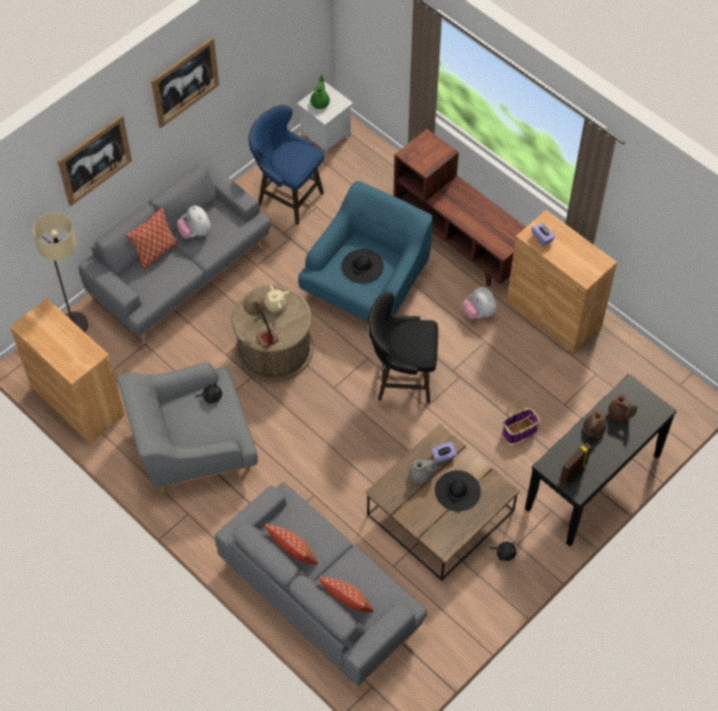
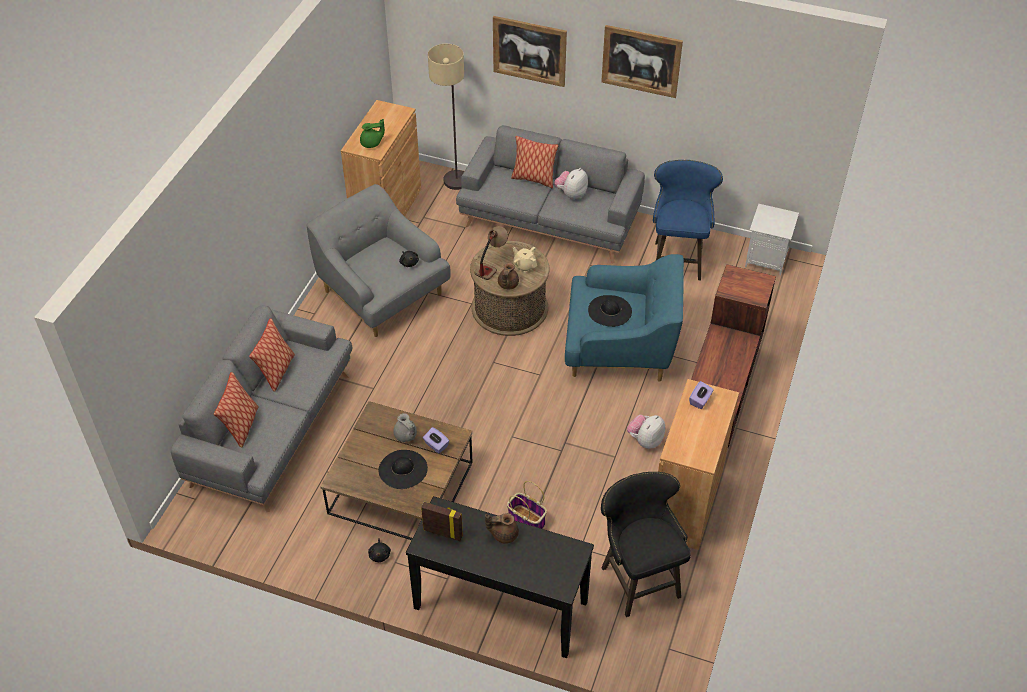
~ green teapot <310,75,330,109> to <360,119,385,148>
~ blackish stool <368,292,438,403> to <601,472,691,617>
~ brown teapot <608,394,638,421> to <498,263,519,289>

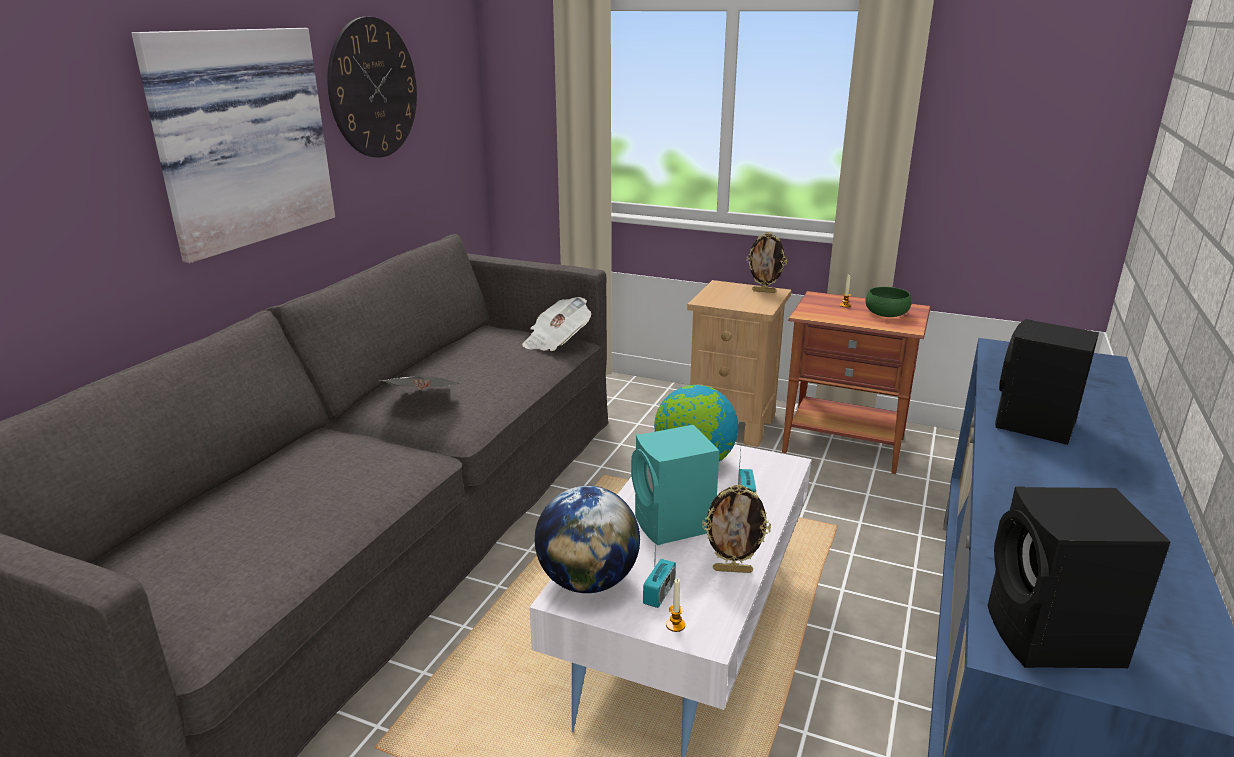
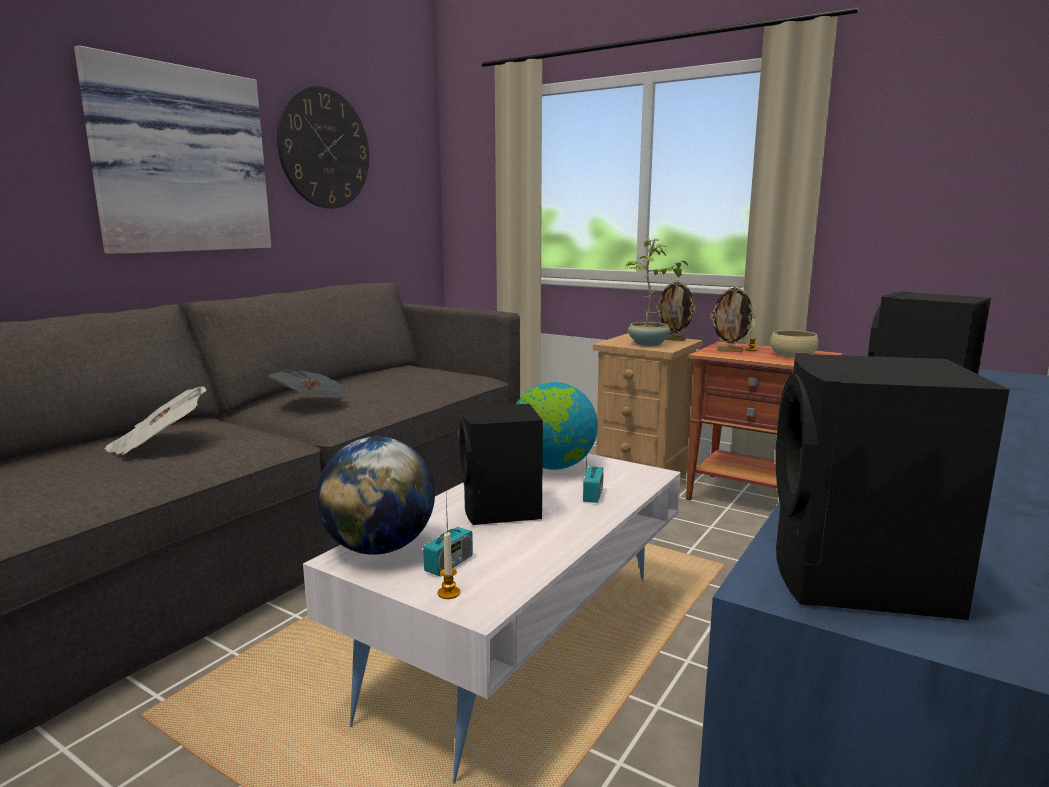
+ plant in a pot <625,238,689,346>
~ daily paper <522,297,591,351> to <105,387,207,455>
~ photo frame <702,484,771,573> to <710,286,756,352>
~ turquoise loudspeaker <631,425,720,545> to blackish loudspeaker <459,404,543,525>
~ green deep dish <866,287,912,317> to sand-coloured deep dish <770,330,819,358>

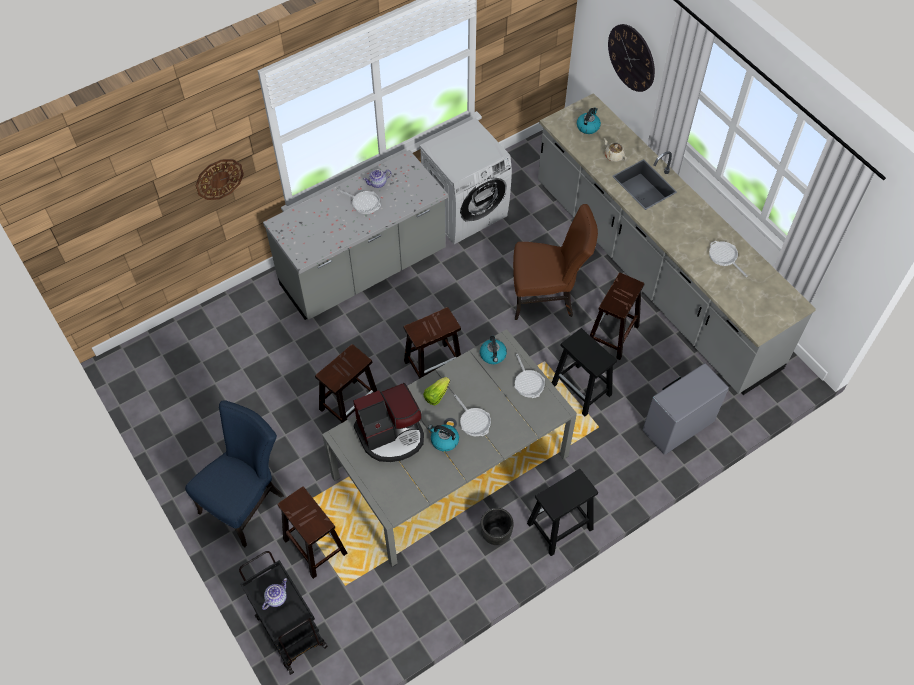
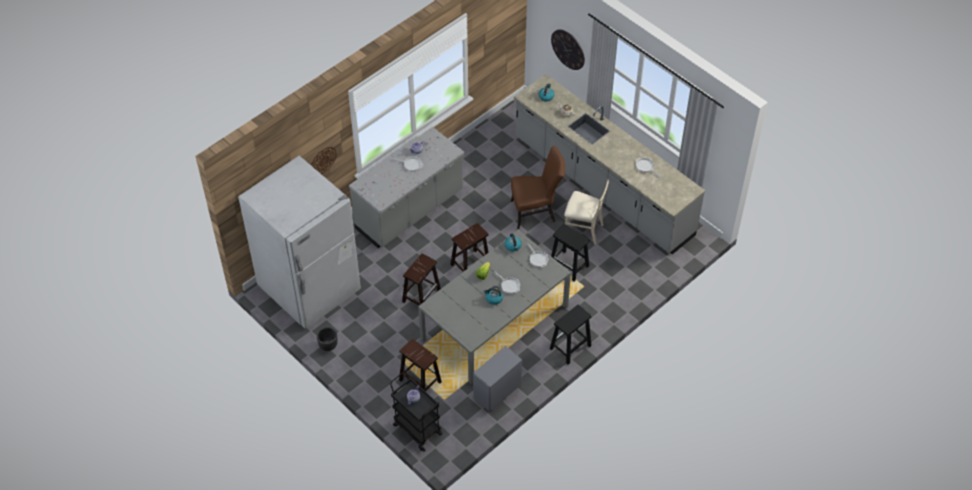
- bluish upright chair <185,400,284,547>
- coffee brewer <353,383,424,462>
- white-coloured laundry appliance <420,118,512,244>
+ white-coloured refrigerator <238,155,361,329>
~ blackish flower pot <481,508,514,545> to <317,327,338,351>
~ gray night table <643,363,729,455> to <473,346,522,412>
~ brown stool <590,273,645,360> to sand-coloured upright chair <564,179,609,245>

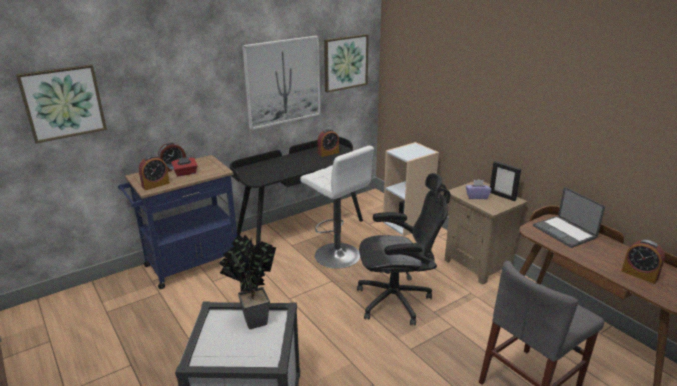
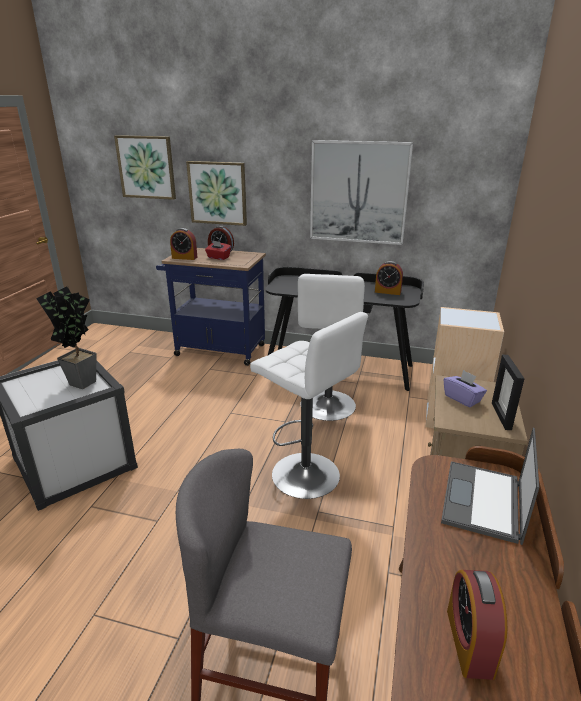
~ wall art <324,34,369,93> to <186,161,247,226>
~ office chair <357,173,450,325> to white-coloured stool <250,312,368,499>

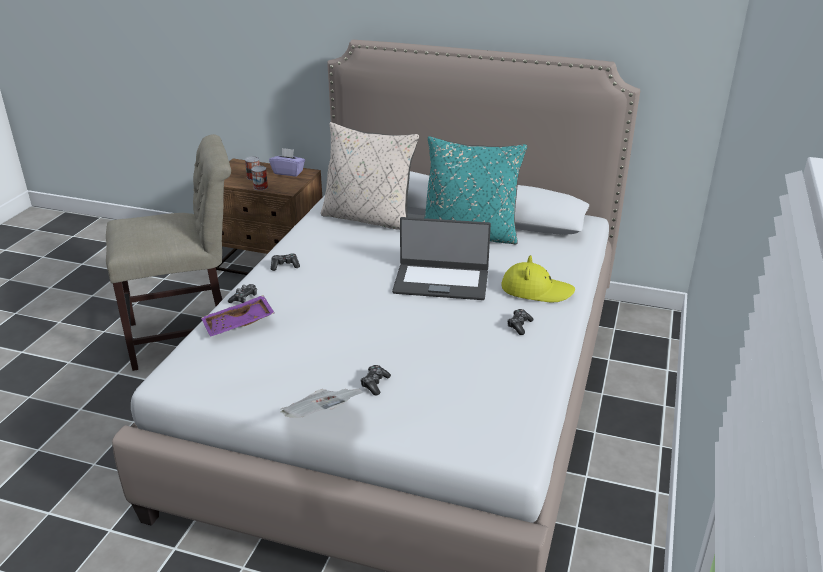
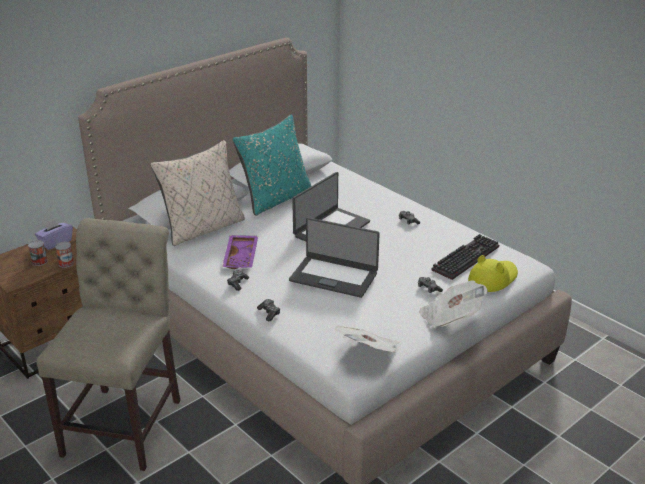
+ notebook computer <289,217,380,298>
+ daily paper <335,326,399,353>
+ computer keyboard <432,234,499,280>
~ purplish serving tray <201,295,274,337> to <222,235,258,269>
~ yellow wearable hat <501,255,575,302> to <468,255,518,292>

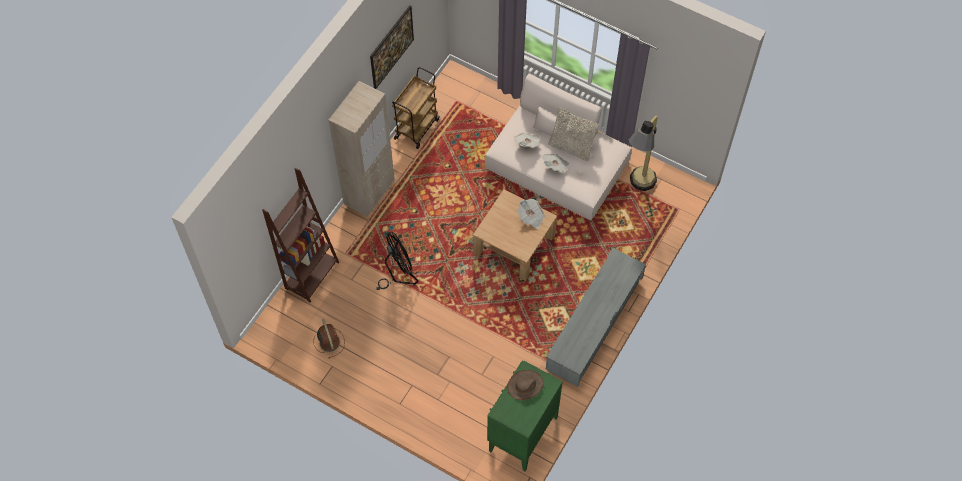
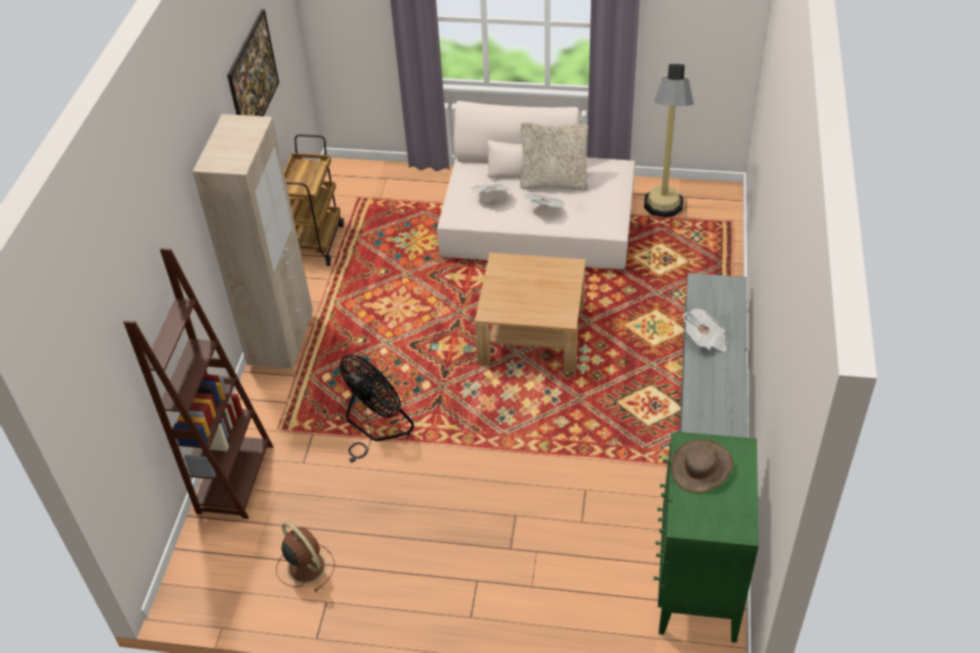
~ daily paper <517,199,545,229> to <683,309,726,352>

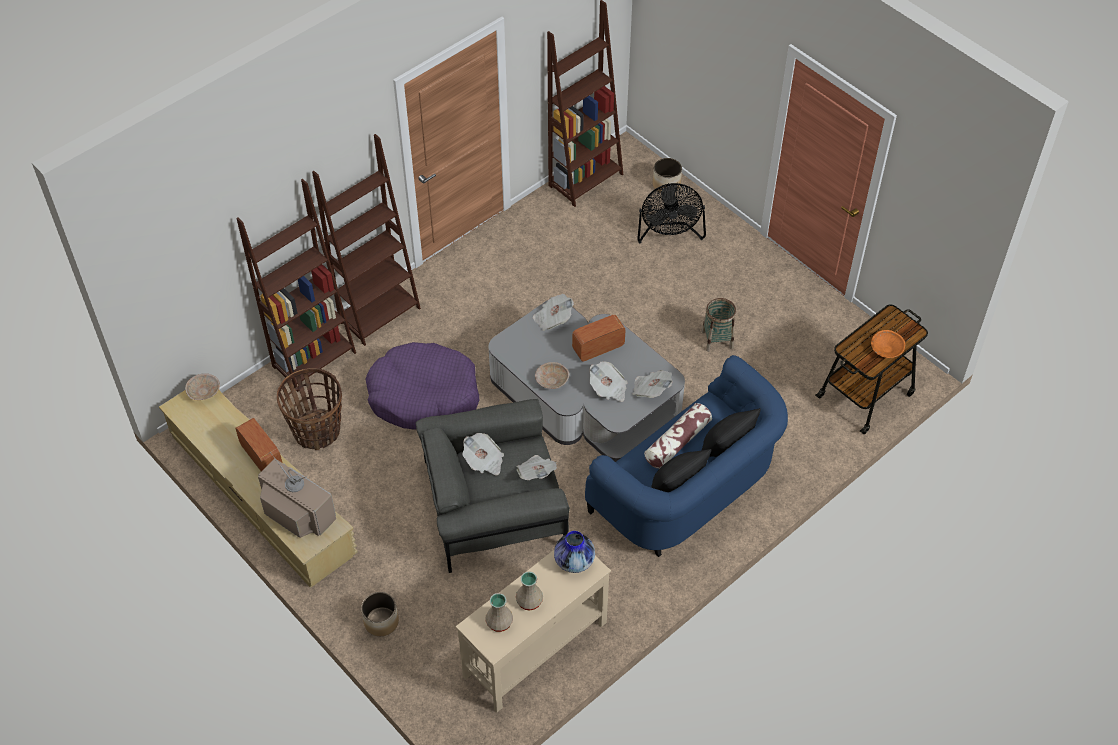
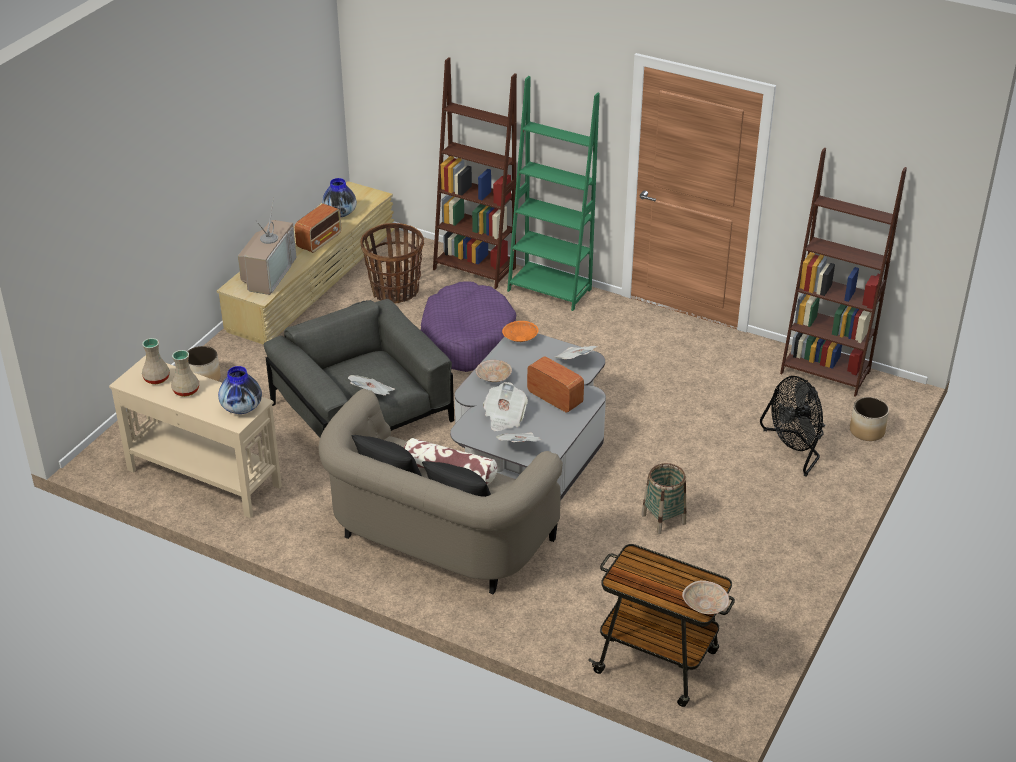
- daily paper <462,433,504,476>
+ flower vase <322,178,357,217>
~ sand-coloured deep dish <185,374,220,400> to <682,580,729,614>
~ orange-coloured deep dish <871,330,905,358> to <502,321,539,342>
~ brown bookshelf <312,134,421,346> to green bookshelf <507,76,600,311>
~ bluish settee <585,355,788,557> to sand-coloured settee <319,389,563,594>

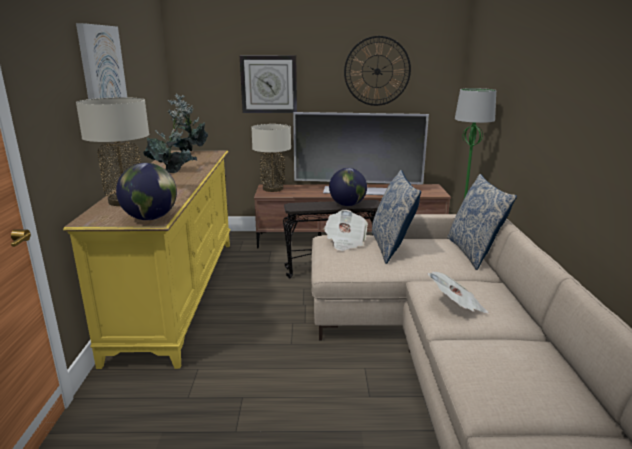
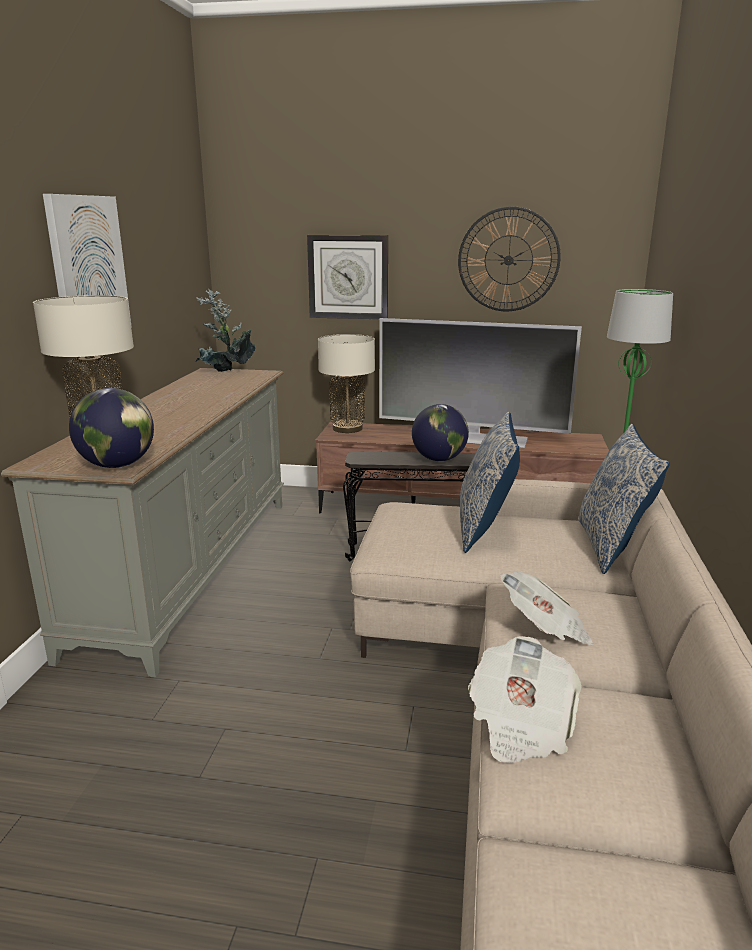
- plant in a pot <144,101,197,173>
~ daily paper <324,210,368,251> to <468,636,582,763>
~ yellow storage cabinet <63,150,231,369> to gray storage cabinet <1,368,284,677>

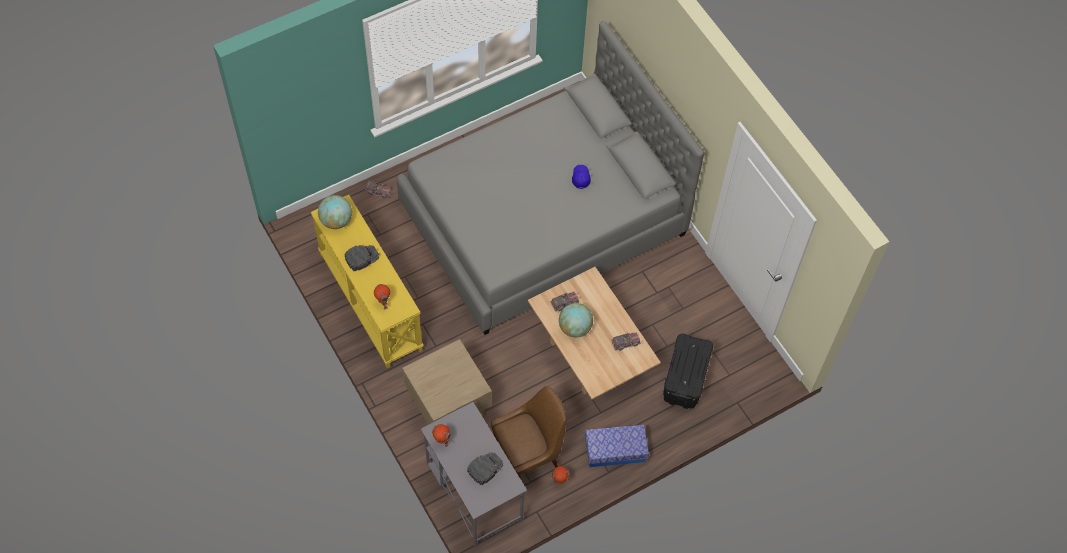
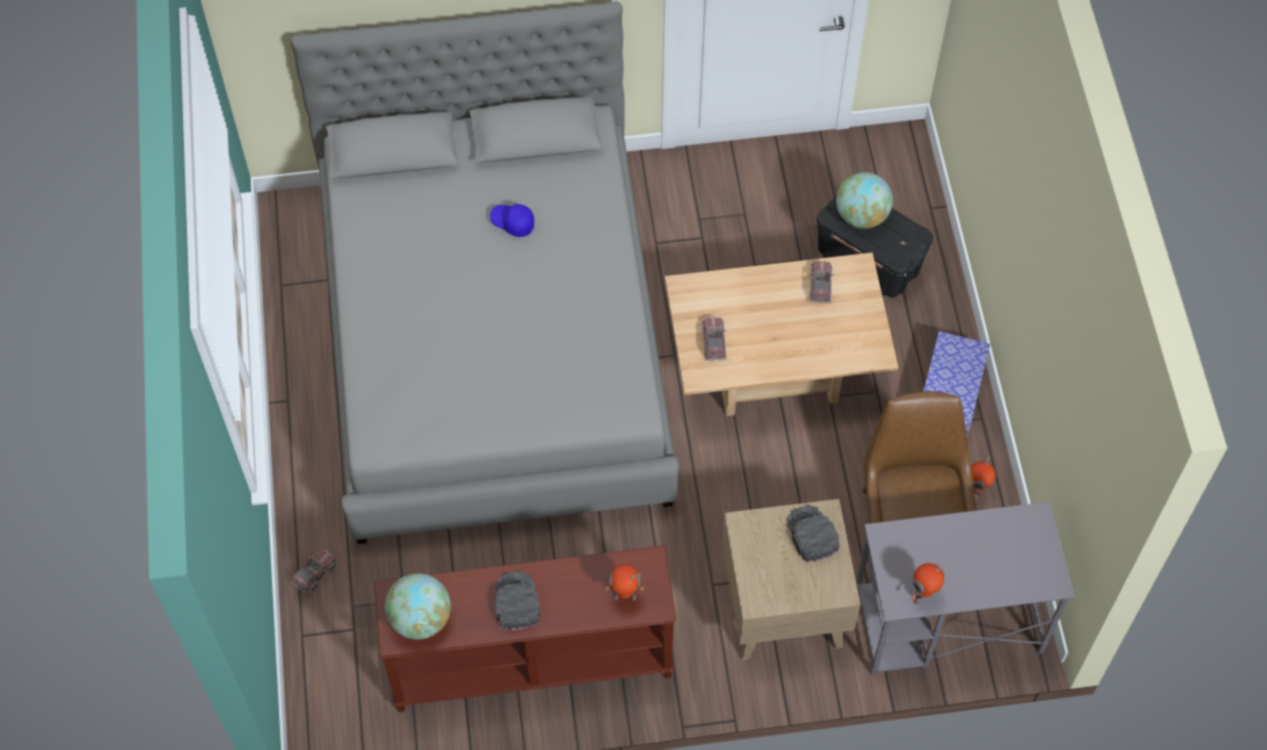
~ blackish peaked cap <467,452,503,485> to <787,505,839,562>
~ world globe <559,303,593,337> to <836,172,893,229>
~ yellow console table <311,195,423,368> to brown console table <374,546,676,712>

